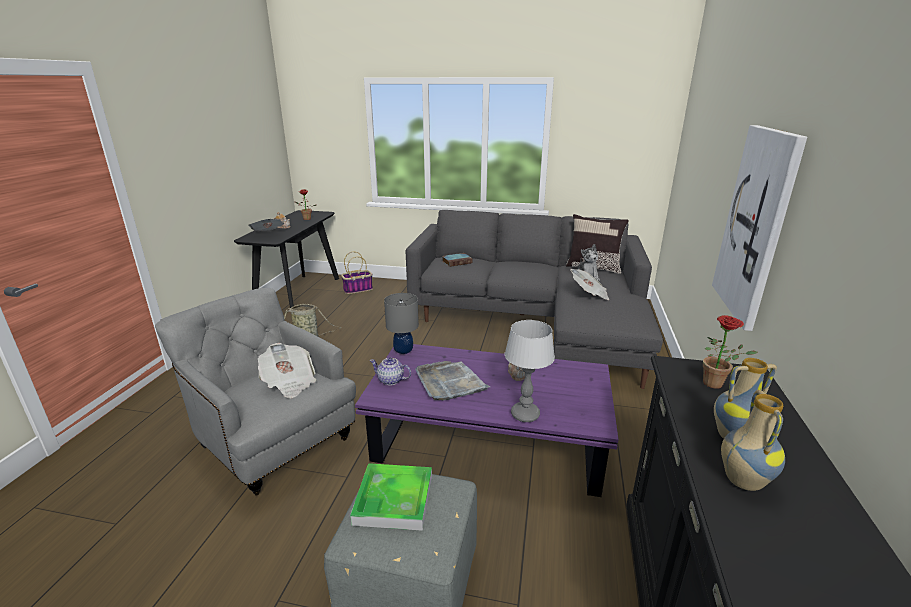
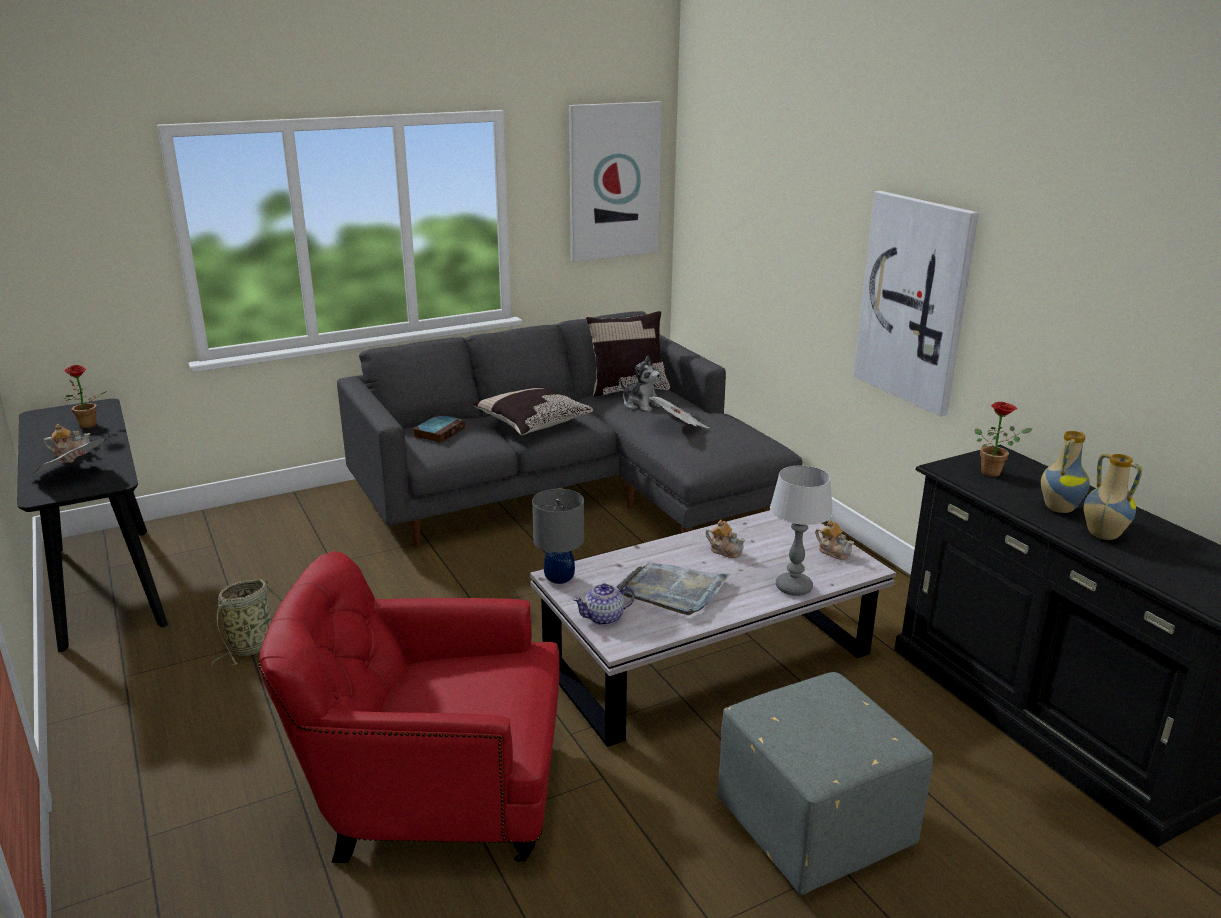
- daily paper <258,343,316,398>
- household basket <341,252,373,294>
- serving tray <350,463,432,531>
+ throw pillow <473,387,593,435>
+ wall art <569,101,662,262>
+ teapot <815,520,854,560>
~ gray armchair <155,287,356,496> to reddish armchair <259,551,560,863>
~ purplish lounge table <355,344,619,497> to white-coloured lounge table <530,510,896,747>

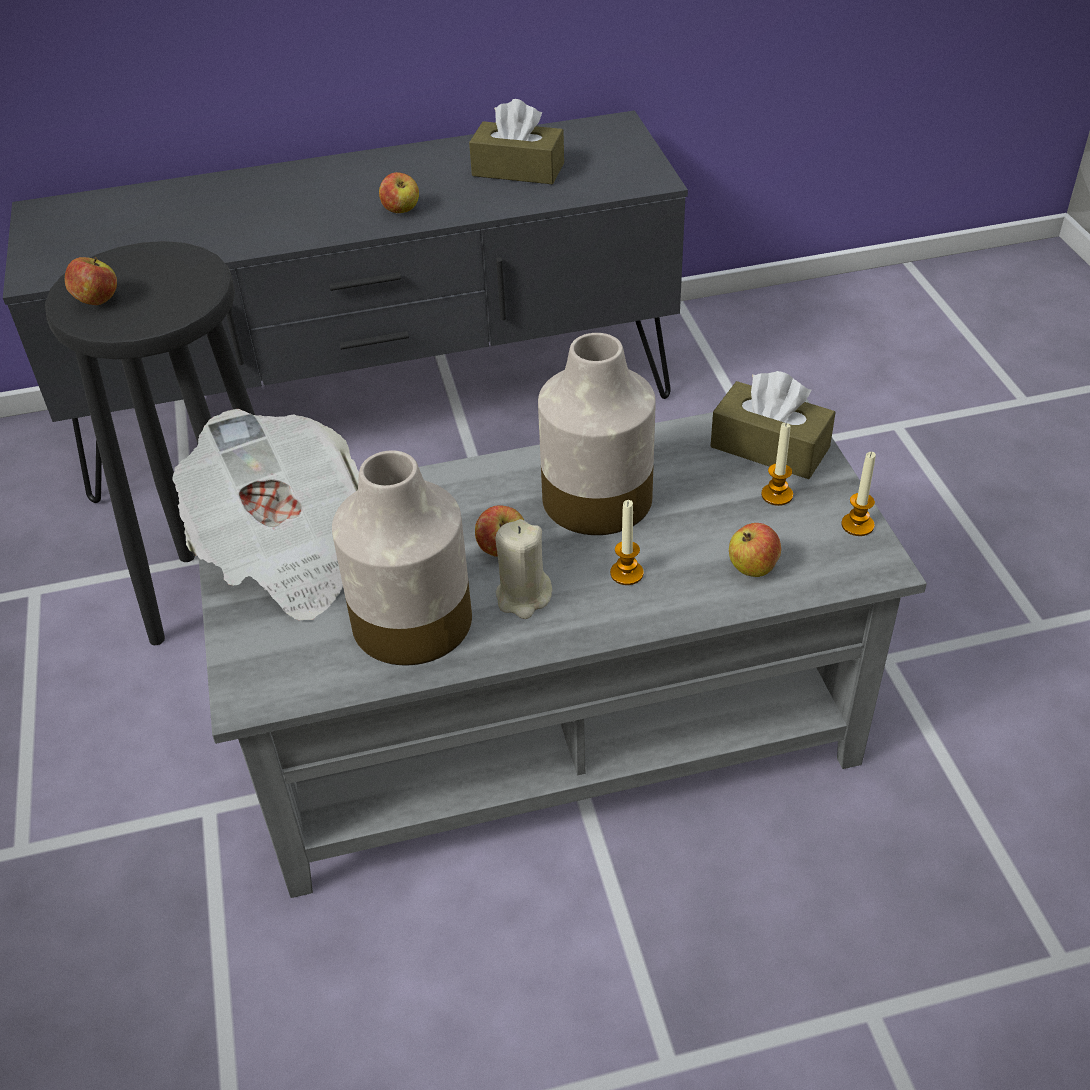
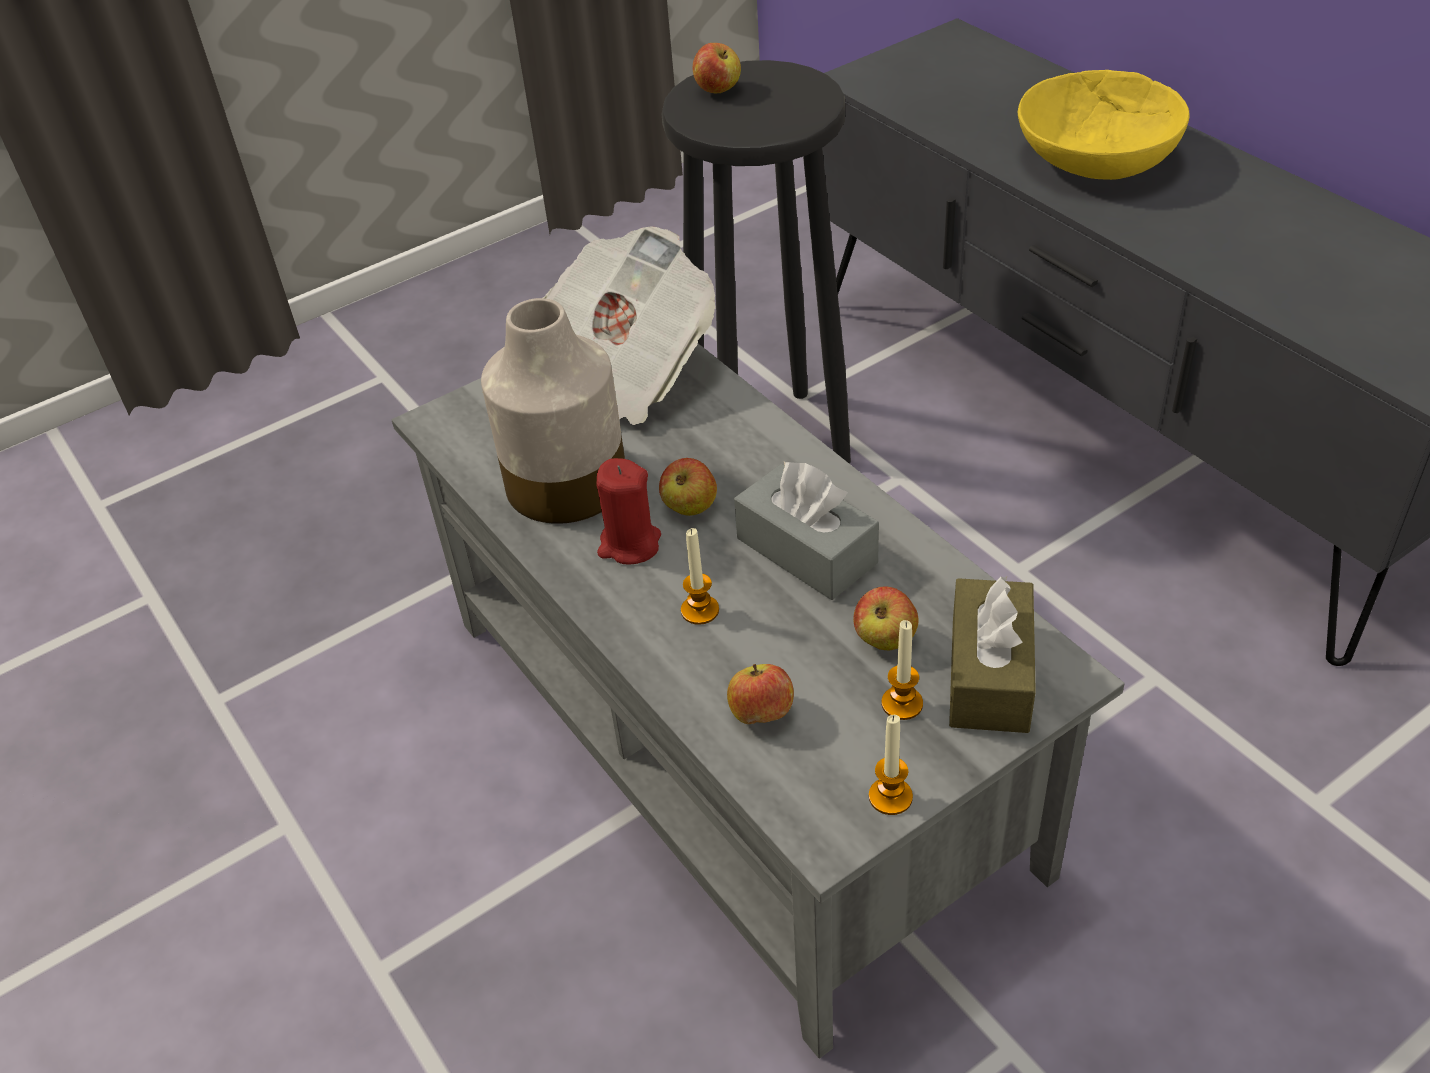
- brown box of tissues <469,99,564,184>
+ yellow deep dish <1018,70,1190,180>
~ apple fruit <379,172,419,213> to <853,587,919,650>
~ sand-coloured flower vase <538,333,656,535> to gray box of tissues <734,461,879,600>
~ sand-coloured wax light <495,519,552,619> to reddish wax light <597,458,661,564>

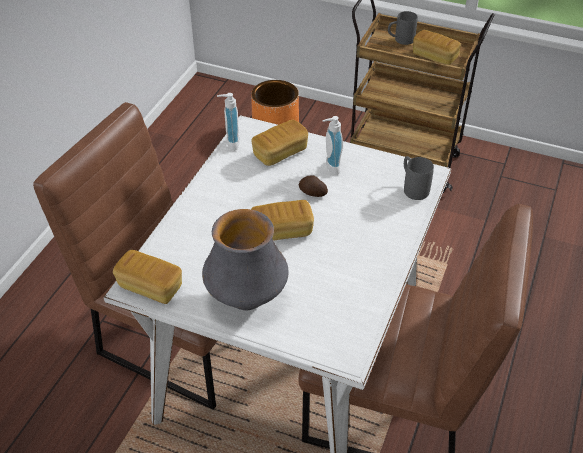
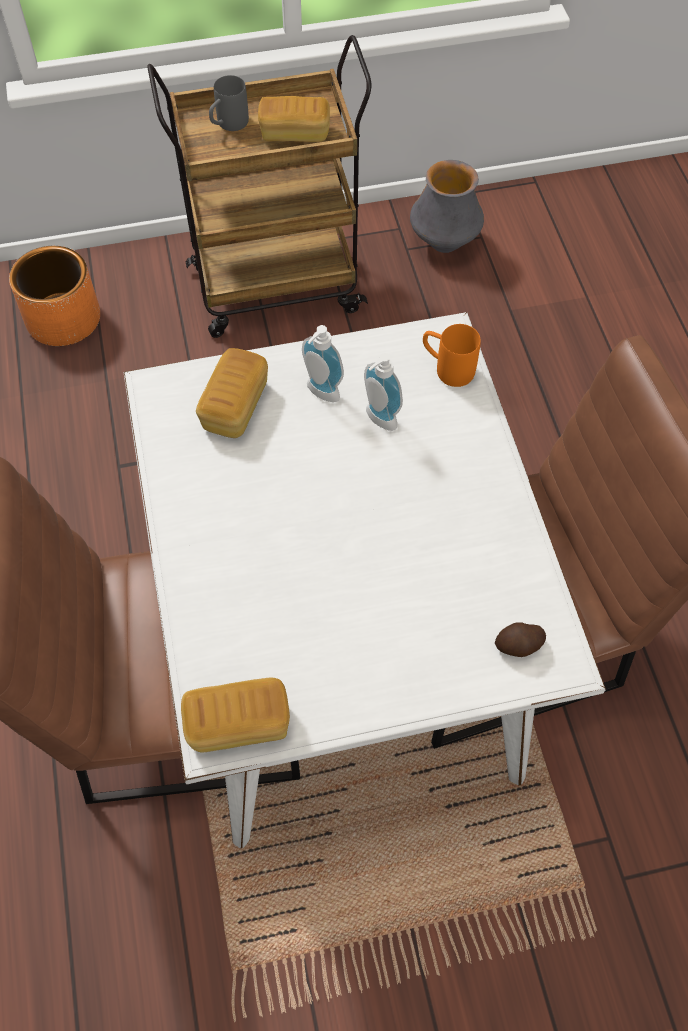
- bakery bread <251,200,314,241>
~ flower vase <202,209,288,310> to <410,160,484,253>
~ soap bottle <217,93,239,151> to <364,353,403,431>
~ spud <299,175,328,197> to <495,622,546,657>
~ gray coffee mug <404,156,434,200> to orange-coloured coffee mug <423,324,481,387>

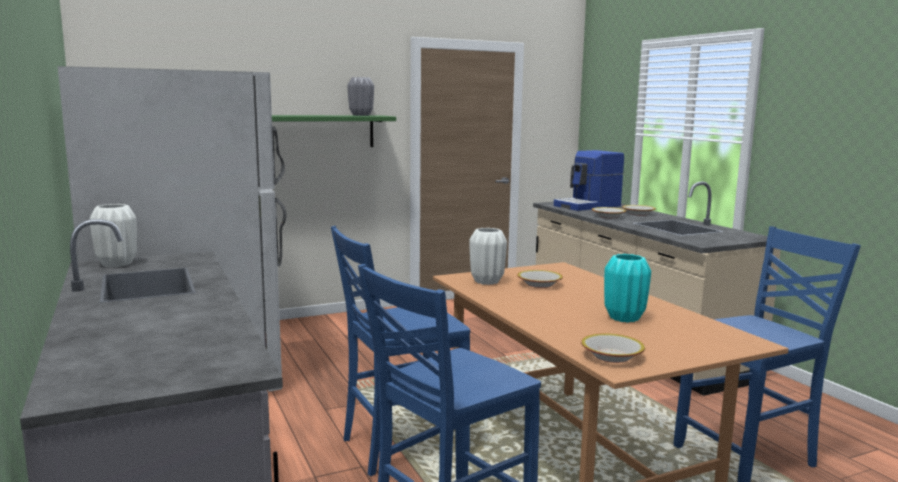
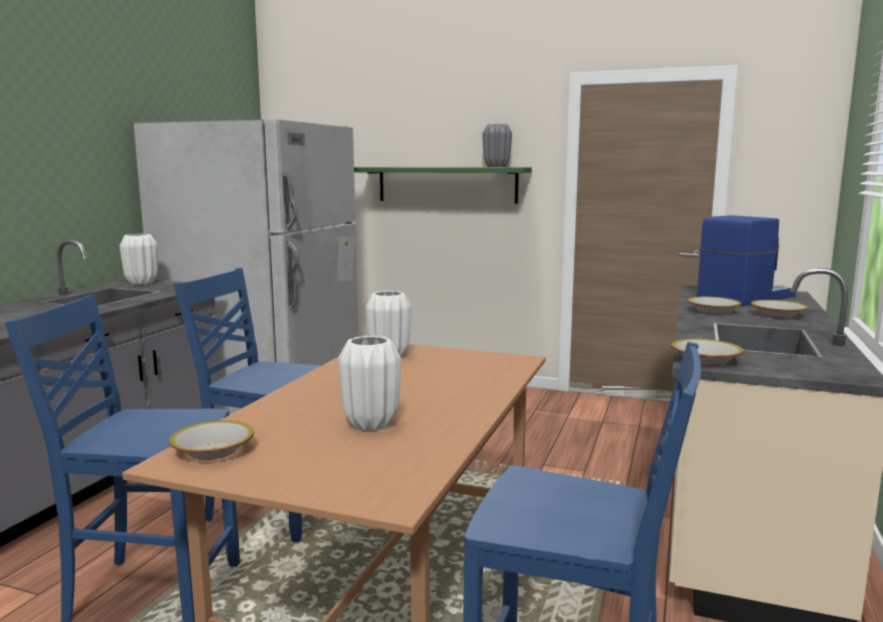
~ deep dish <517,270,563,288> to <671,339,743,366>
~ turquoise flower vase <604,254,651,322> to white-coloured flower vase <338,336,401,431>
~ coffee brewer <554,150,624,211> = <697,215,796,306> 135 degrees clockwise

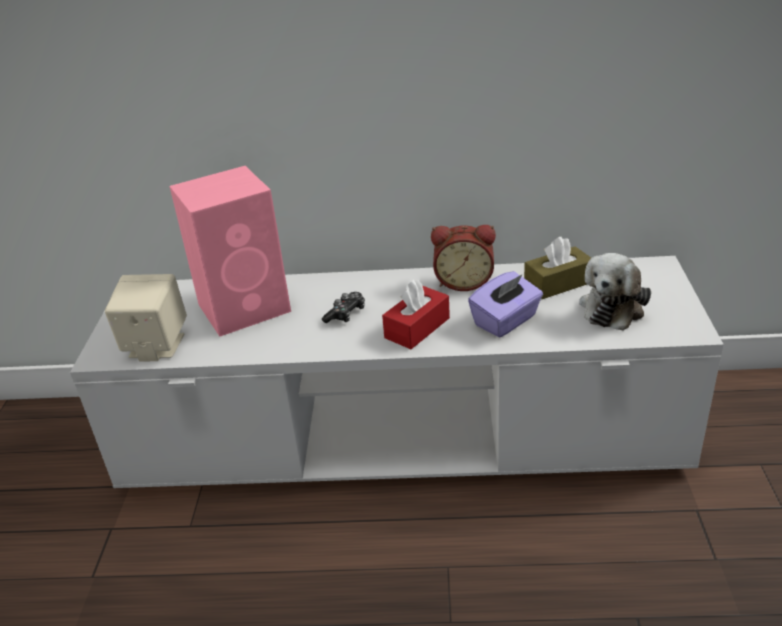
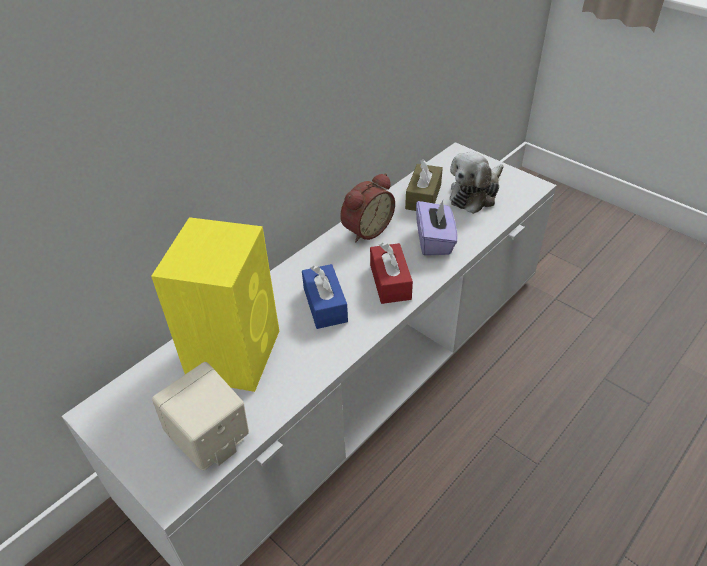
~ game controller <322,292,365,323> to bluish box of tissues <302,264,348,329>
~ pink loudspeaker <169,166,291,337> to yellow loudspeaker <151,217,279,392>
~ cuddly toy <579,253,651,331> = <450,152,504,214> 60 degrees clockwise

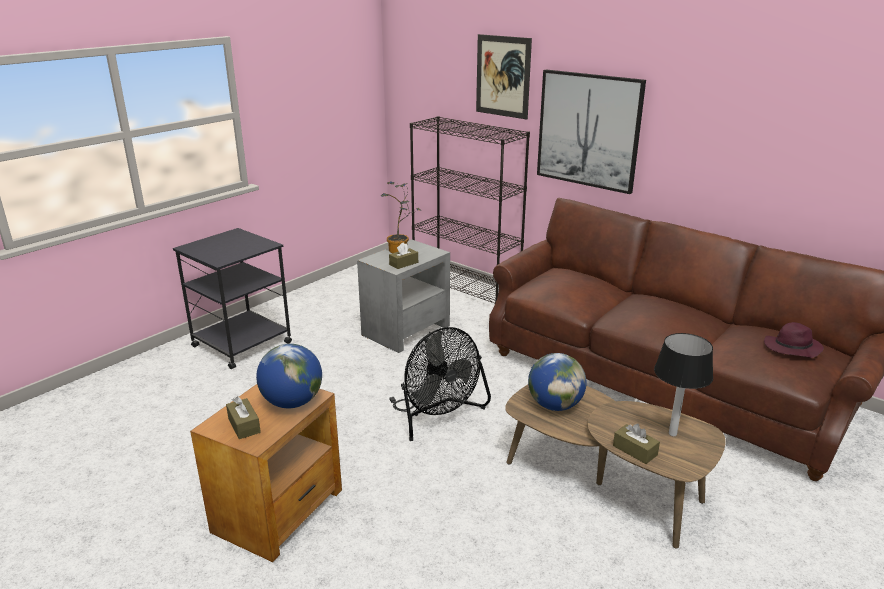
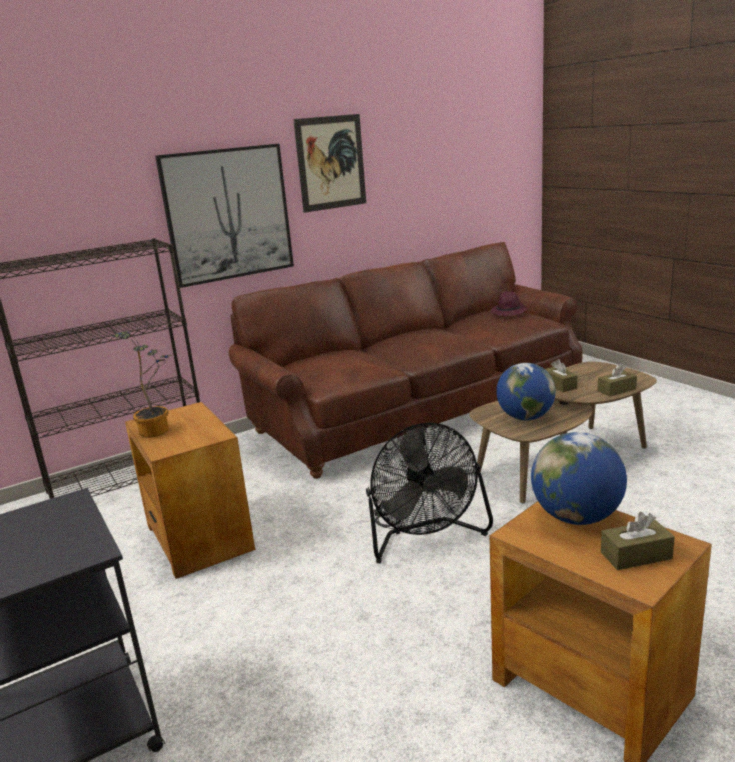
- lamp for a table <654,333,713,436>
~ brown box of tissues <389,242,418,269> to <545,359,577,392>
~ wall art <476,34,532,119> to <293,114,366,213>
~ gray accent table <357,239,450,353> to brown accent table <125,402,255,579>
~ blackish cooling fan <389,327,491,441> = <366,423,493,563> 90 degrees clockwise

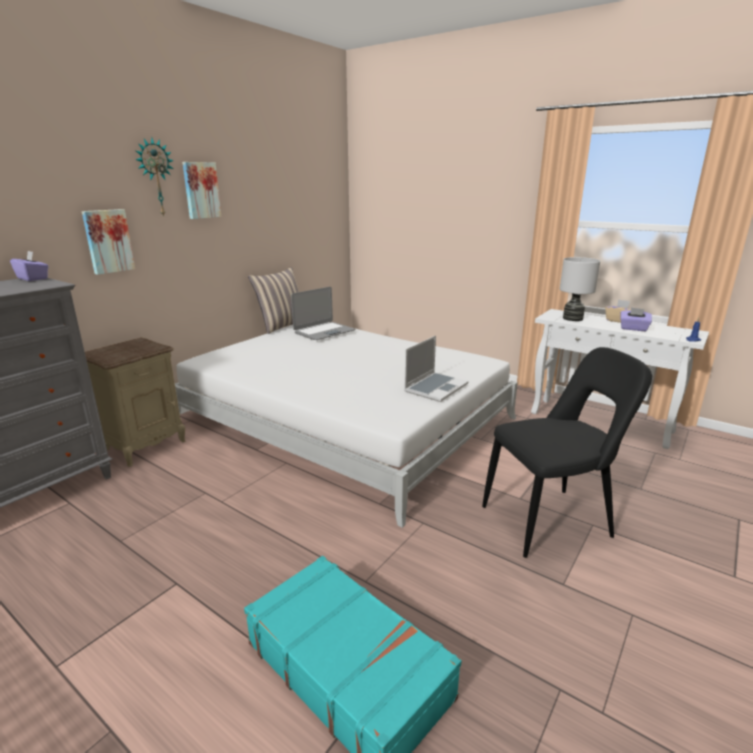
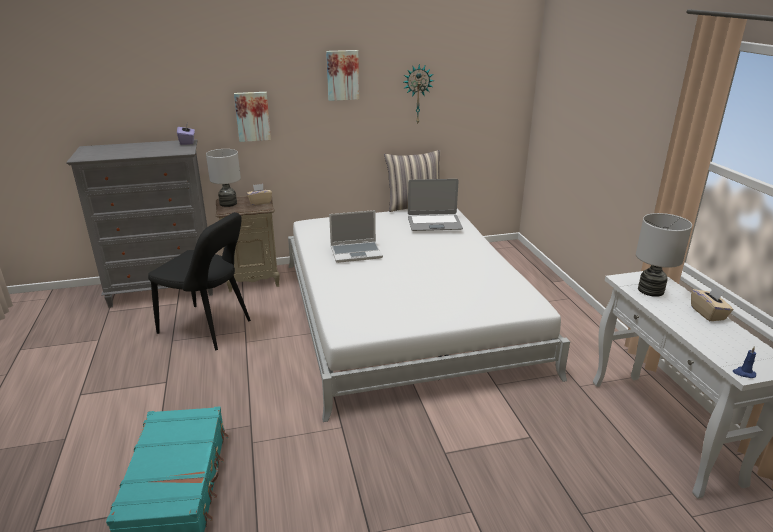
- purplish box of tissues <620,307,652,331>
+ gray lamp for a table <206,149,241,207>
+ sand-coloured box of tissues <247,184,272,205>
~ wall clock <135,138,174,217> to <404,64,434,125>
~ notebook computer <404,336,468,402> to <329,210,383,263>
~ blackish upright chair <482,347,652,558> to <148,212,251,350>

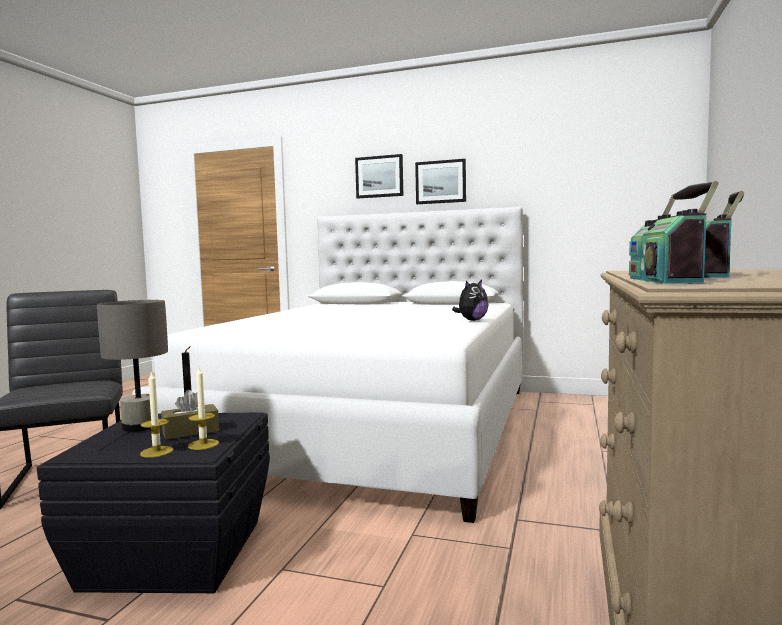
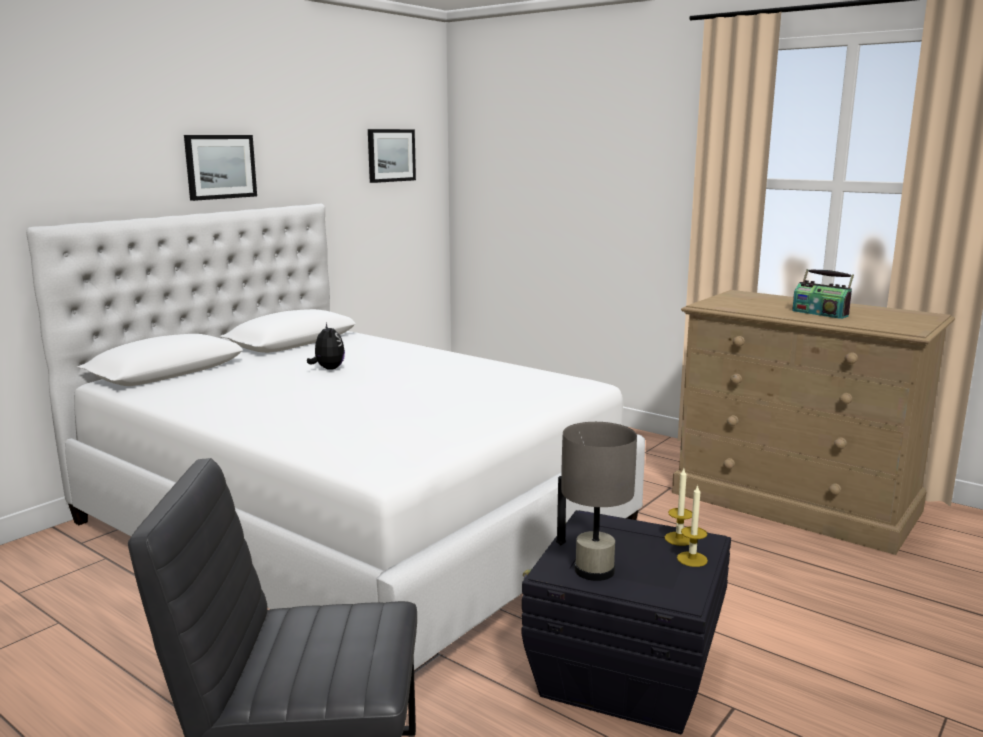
- brown box of tissues <161,390,219,440>
- radio set <629,181,719,284>
~ wall art <355,154,403,199> to <368,129,416,183>
~ cuddly toy <452,280,489,321> to <307,323,345,370>

